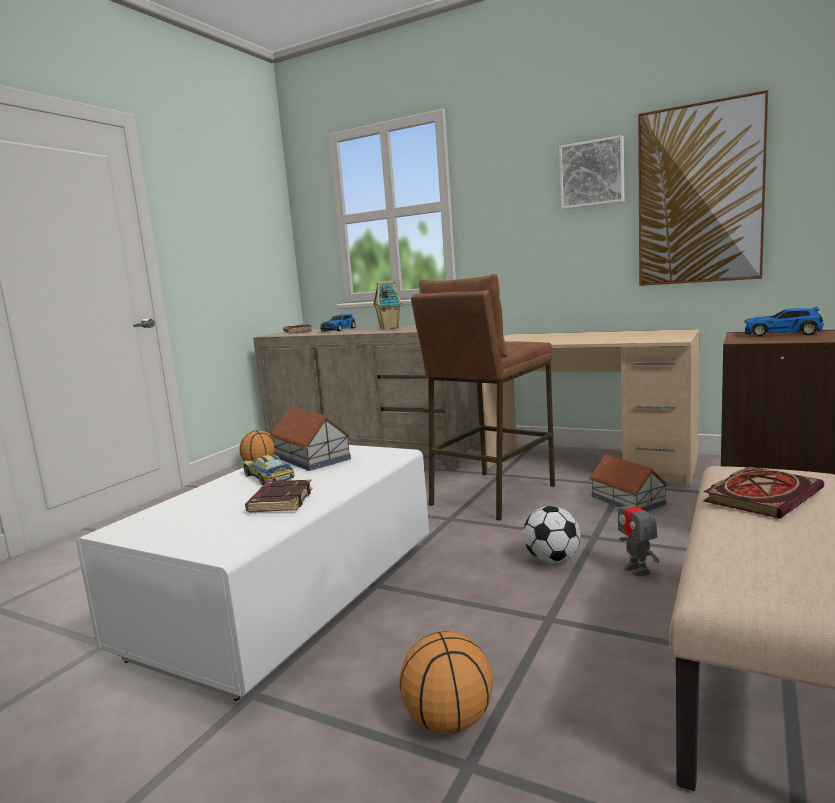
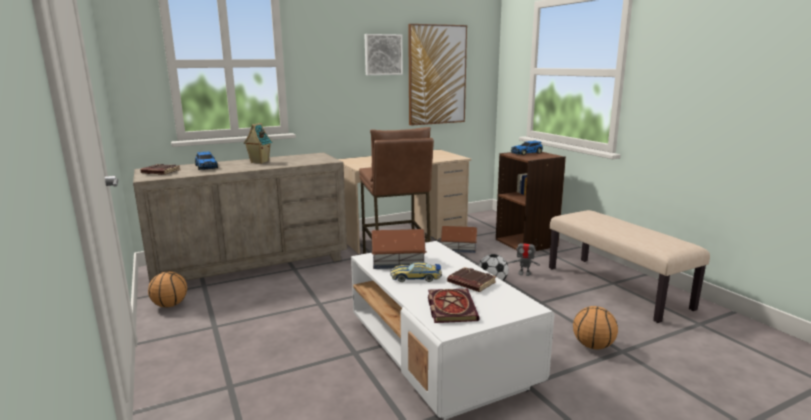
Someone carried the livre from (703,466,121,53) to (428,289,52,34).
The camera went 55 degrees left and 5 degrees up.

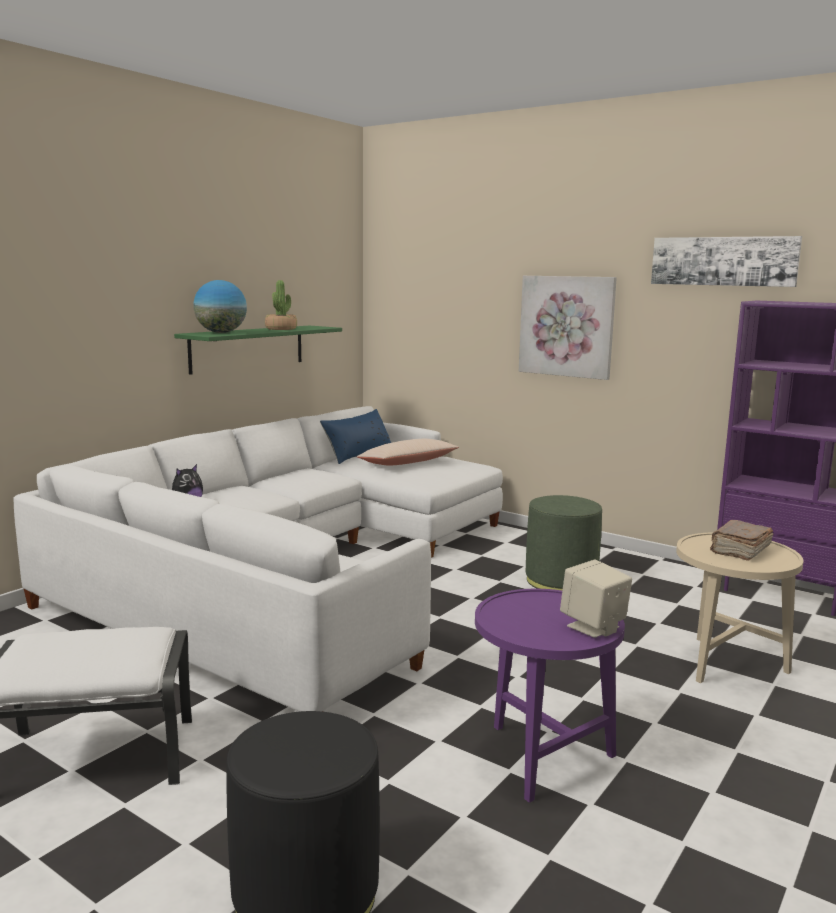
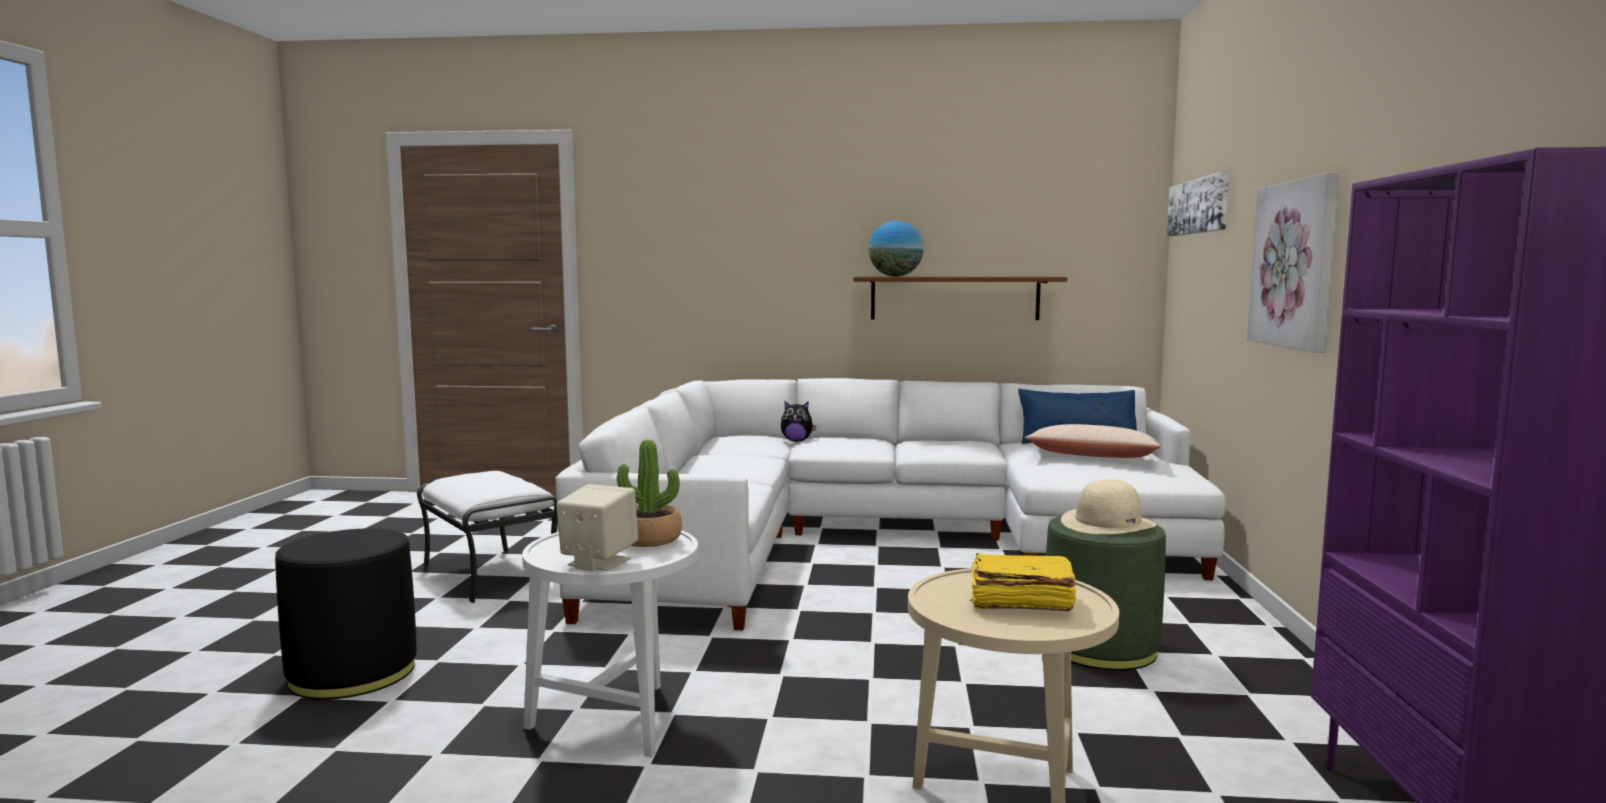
Someone carried the tableau from (651,236,151,51) to (1167,171,63,65).
Someone carried the plante en pot from (265,280,32,50) to (617,440,65,107).
Someone repainted the étagère [vert] at (174,326,168,49), which became the étagère [marron] at (853,277,214,43).
Someone repainted the livre [marron] at (710,520,63,41), which became the livre [jaune] at (970,553,106,58).
Someone repainted the table d'appoint [violet] at (475,589,150,214), which became the table d'appoint [blanc] at (522,530,176,228).
Someone put down the chapeau [beige] at (1061,479,95,55).
The camera went 60 degrees right and 5 degrees down.

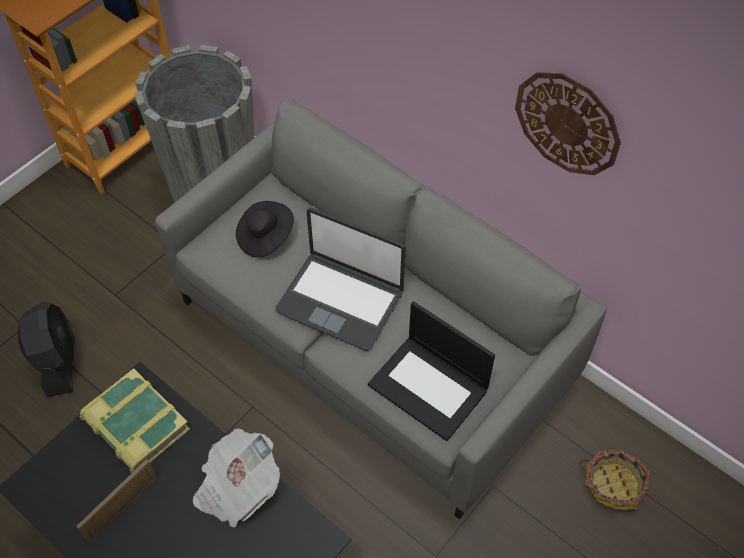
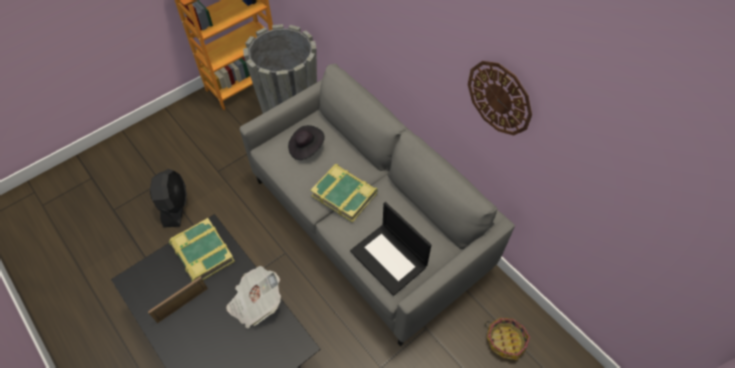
Someone swapped the ordinateur portable at (276,208,130,143) for the livre at (310,164,68,59).
The camera went 10 degrees right and 0 degrees up.

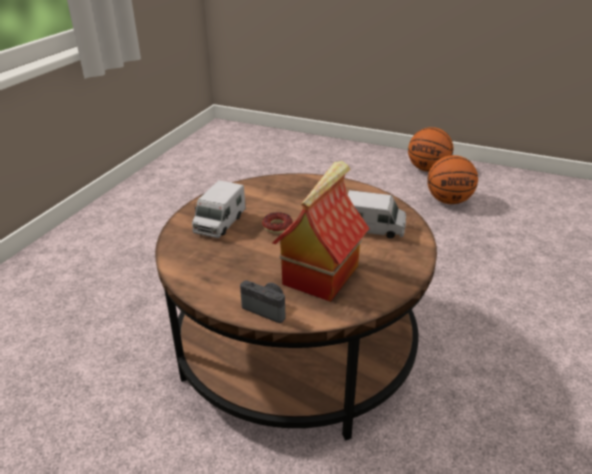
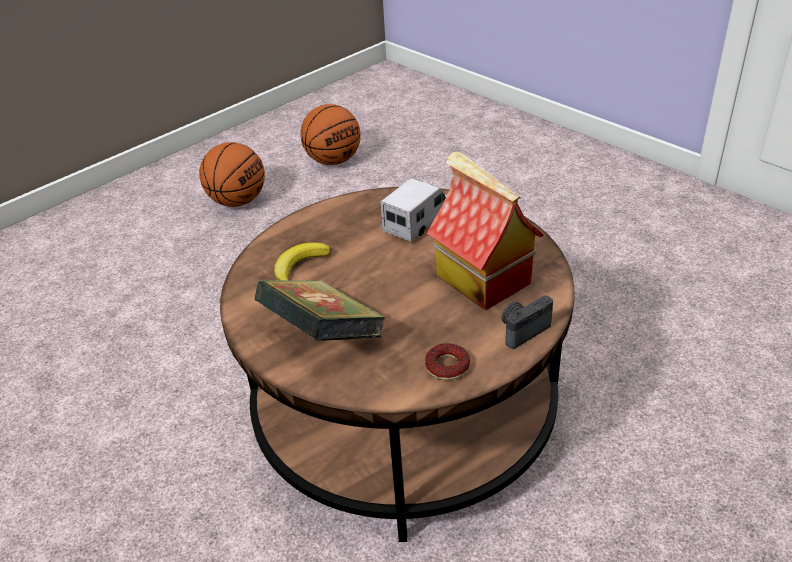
Someone carried the ballon de basket from (408,127,45,45) to (300,104,61,61).
Someone swapped the camion jouet at (192,180,54,58) for the livre at (254,280,133,61).
Someone carried the beignet from (262,212,31,22) to (425,343,45,37).
Someone put down the banane at (274,242,57,39).
The camera went 65 degrees left and 5 degrees up.

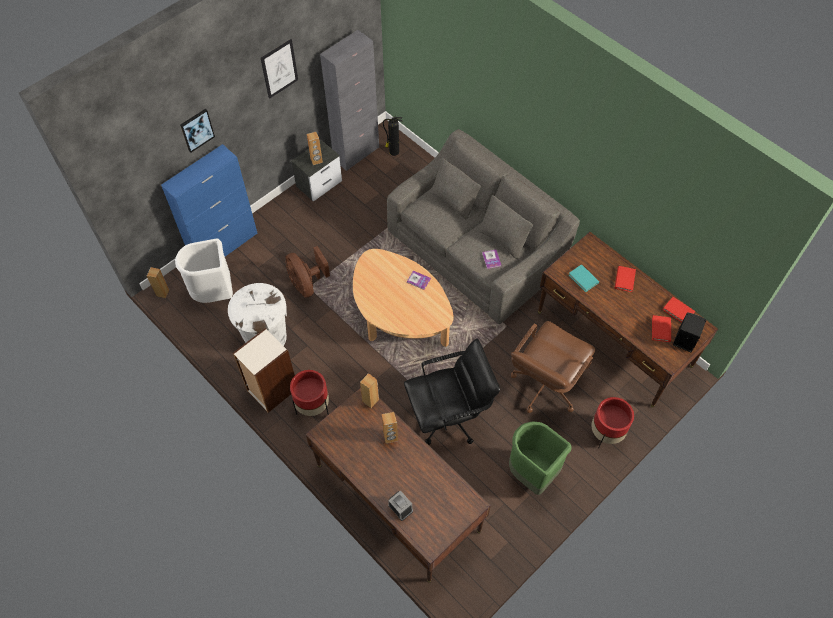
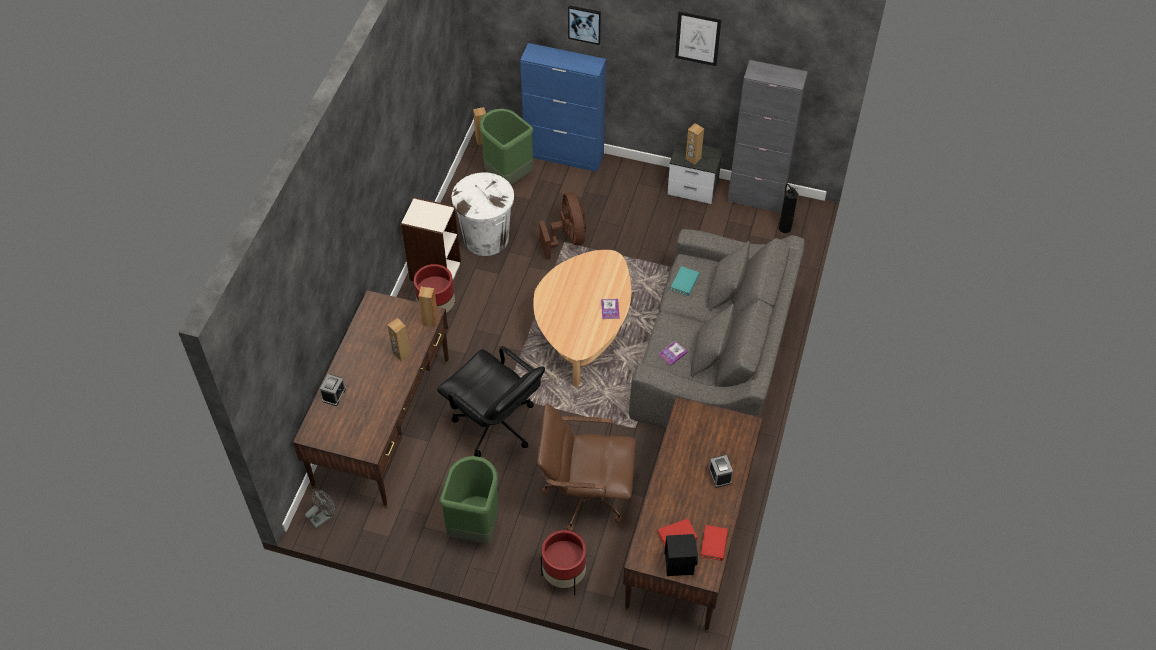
Someone repainted the poubelle [blanc] at (175,239,58,64), which became the poubelle [vert] at (479,109,55,76).
Someone rotated the ventilateur [marron] at (286,246,44,52) by 135 degrees clockwise.
Someone carried the livre [turquoise] from (569,264,30,28) to (671,266,28,30).
Someone swapped the livre [rouge] at (615,266,21,26) for the réveil at (709,455,24,33).
Someone put down the ventilateur [gris] at (305,490,30,39).
The camera went 60 degrees right and 5 degrees down.

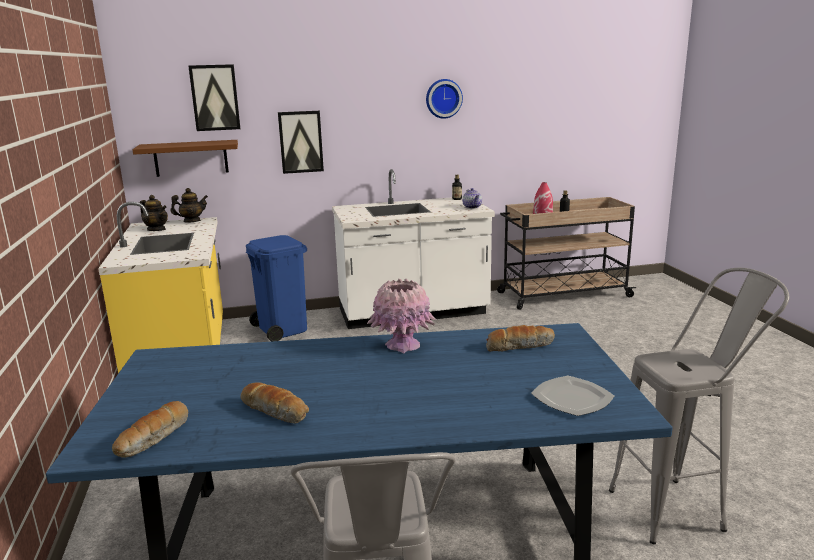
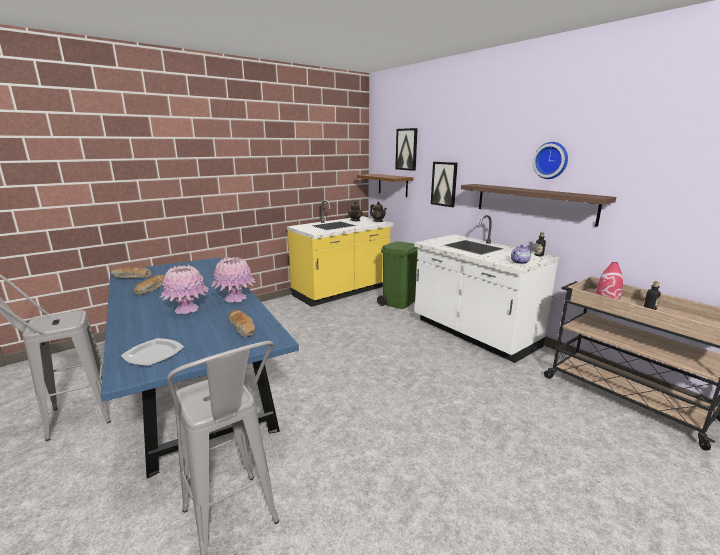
Someone repainted the poubelle [bleu] at (246,235,61,106), which became the poubelle [vert] at (377,241,41,68).
Someone put up the étagère at (461,184,155,43).
Someone put down the vase [rose] at (160,265,49,49).
The camera went 65 degrees right and 0 degrees up.

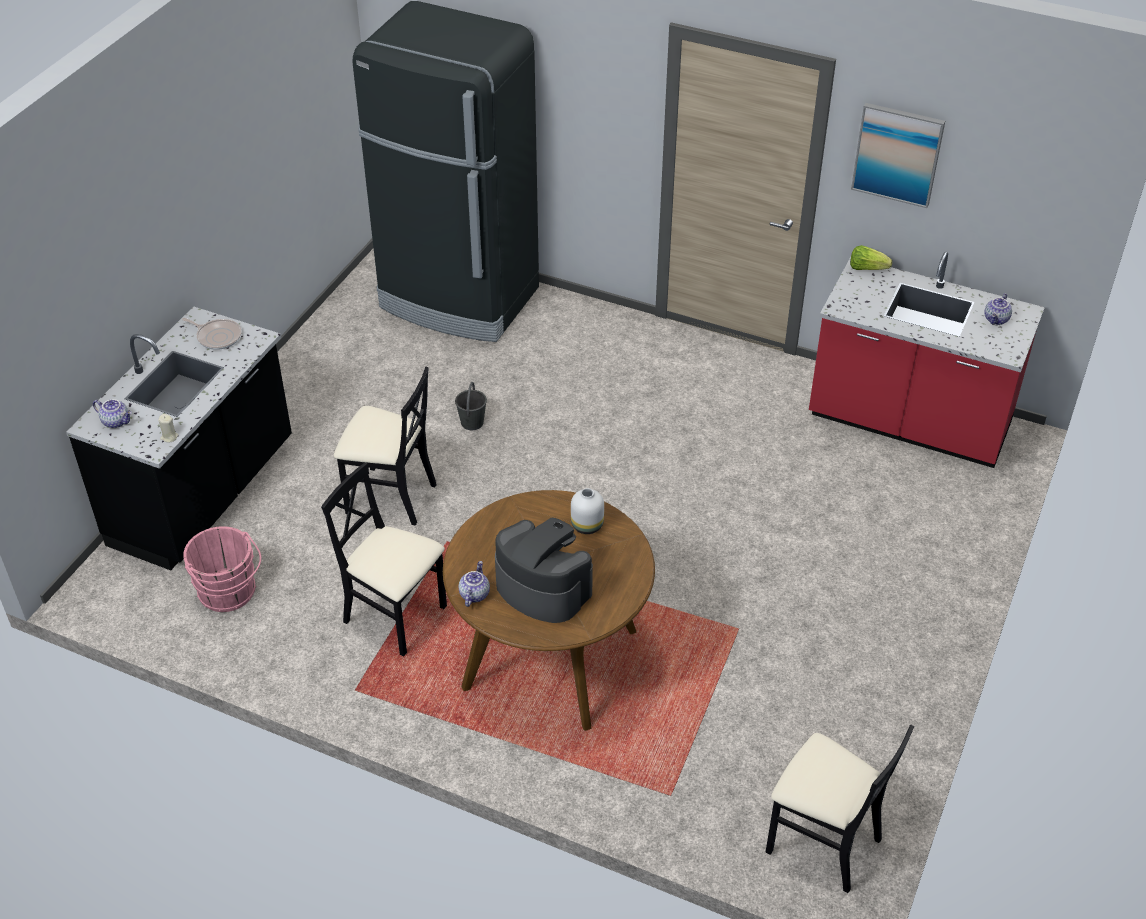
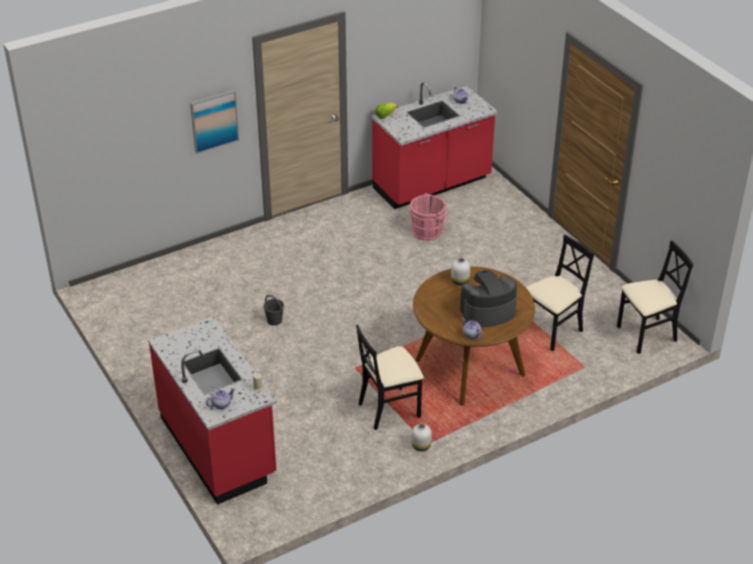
Someone took away the réfrigérateur [noir] at (353,1,186,341).
Someone carried the tableau from (851,103,94,105) to (190,90,49,64).
Someone repainted the comptoir de cuisine [noir] at (66,306,226,264), which became the comptoir de cuisine [rouge] at (148,316,129,189).
Someone took away the poêle at (182,318,60,32).
Someone carried the chaise [noir] from (334,367,103,159) to (526,235,68,116).
Someone carried the seau [rose] from (183,526,78,86) to (410,193,39,48).
Someone put down the vase [blanc] at (411,424,21,27).
The camera went 55 degrees left and 5 degrees down.

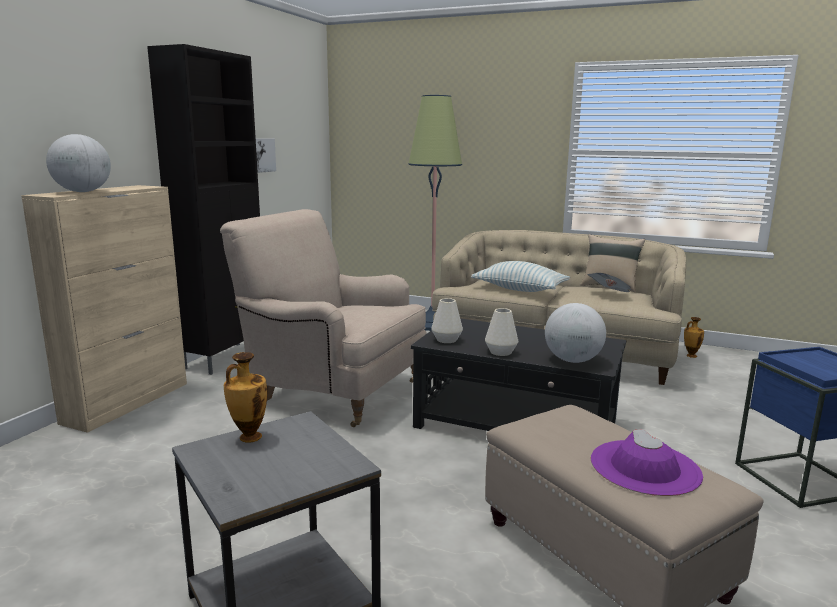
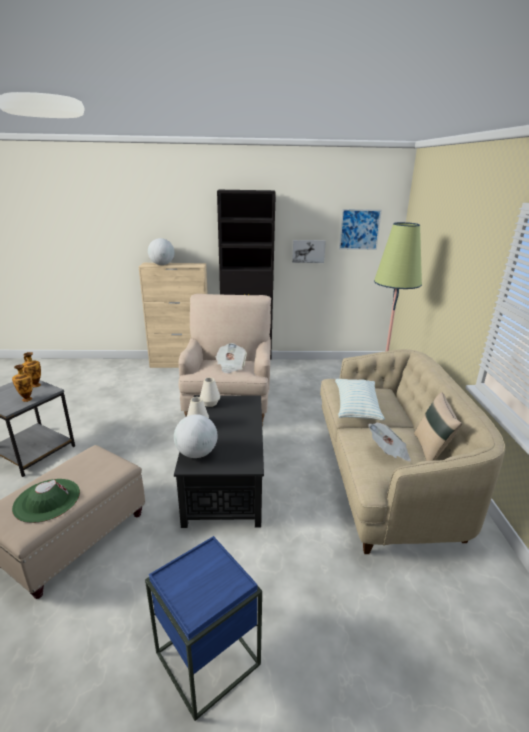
Someone carried the vase from (684,317,20,41) to (12,364,21,38).
Someone repainted the chapeau [violet] at (591,429,112,67), which became the chapeau [vert] at (12,479,68,44).
Someone put up the tableau at (339,209,43,41).
Someone put down the journal at (215,343,32,30).
The camera went 65 degrees right and 10 degrees up.

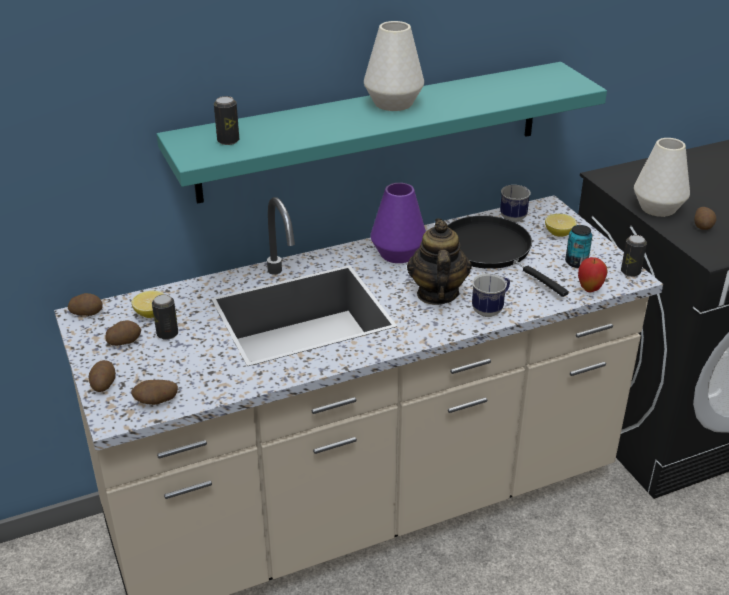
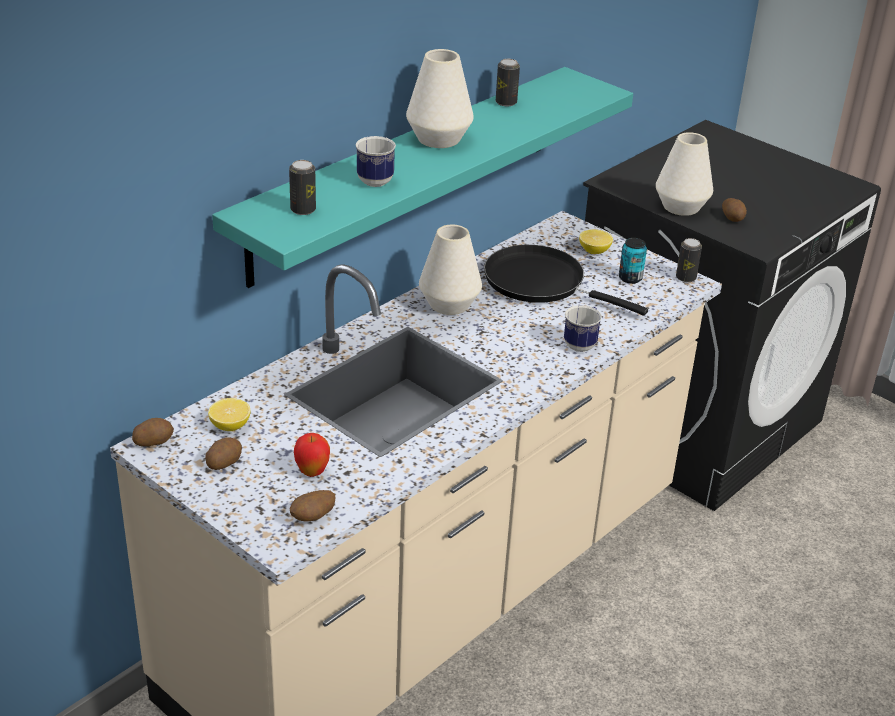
Someone repainted the vase [violet] at (371,183,55,80), which became the vase [blanc] at (419,225,63,90).
Someone carried the mug from (500,185,31,37) to (356,136,40,51).
Someone took away the théière at (407,219,65,86).
Someone carried the pomme from (578,257,30,35) to (294,433,36,44).
Someone carried the boîte métallique from (152,294,26,46) to (496,59,24,47).
Someone took away the pomme de terre at (89,360,27,32).
The camera went 25 degrees left and 0 degrees up.

